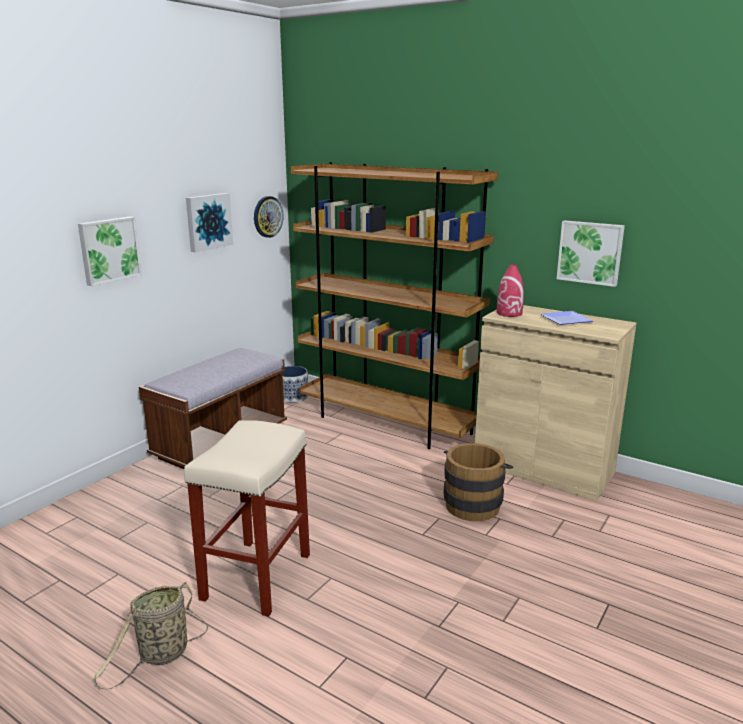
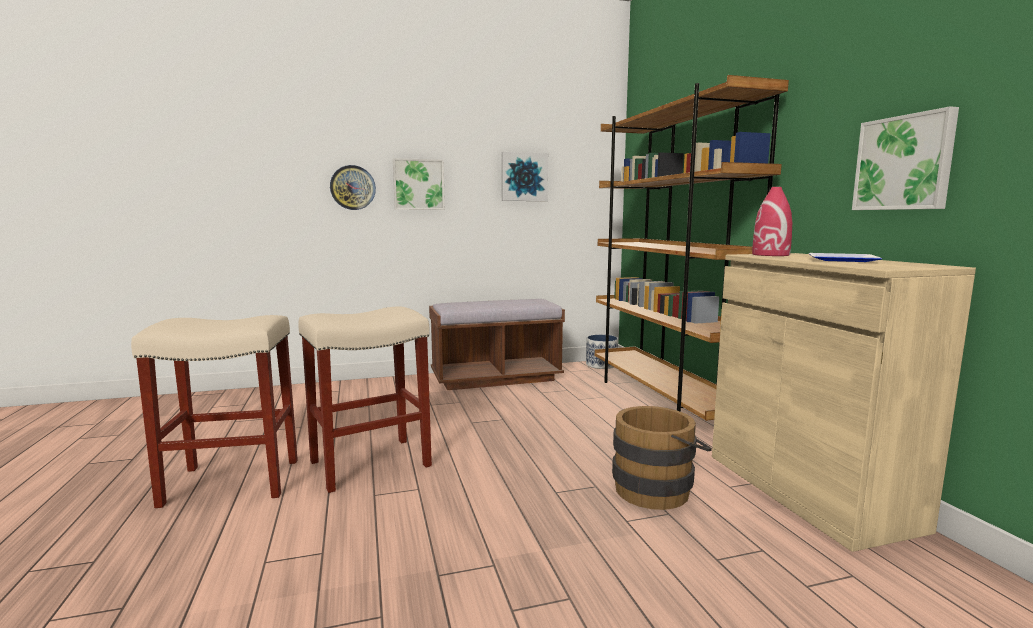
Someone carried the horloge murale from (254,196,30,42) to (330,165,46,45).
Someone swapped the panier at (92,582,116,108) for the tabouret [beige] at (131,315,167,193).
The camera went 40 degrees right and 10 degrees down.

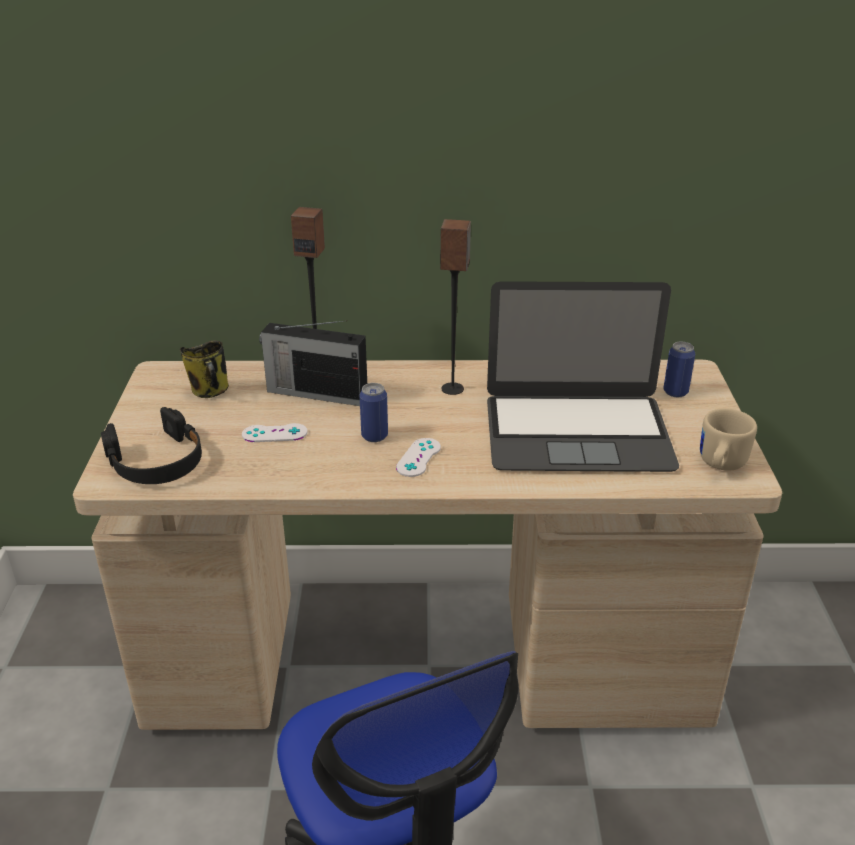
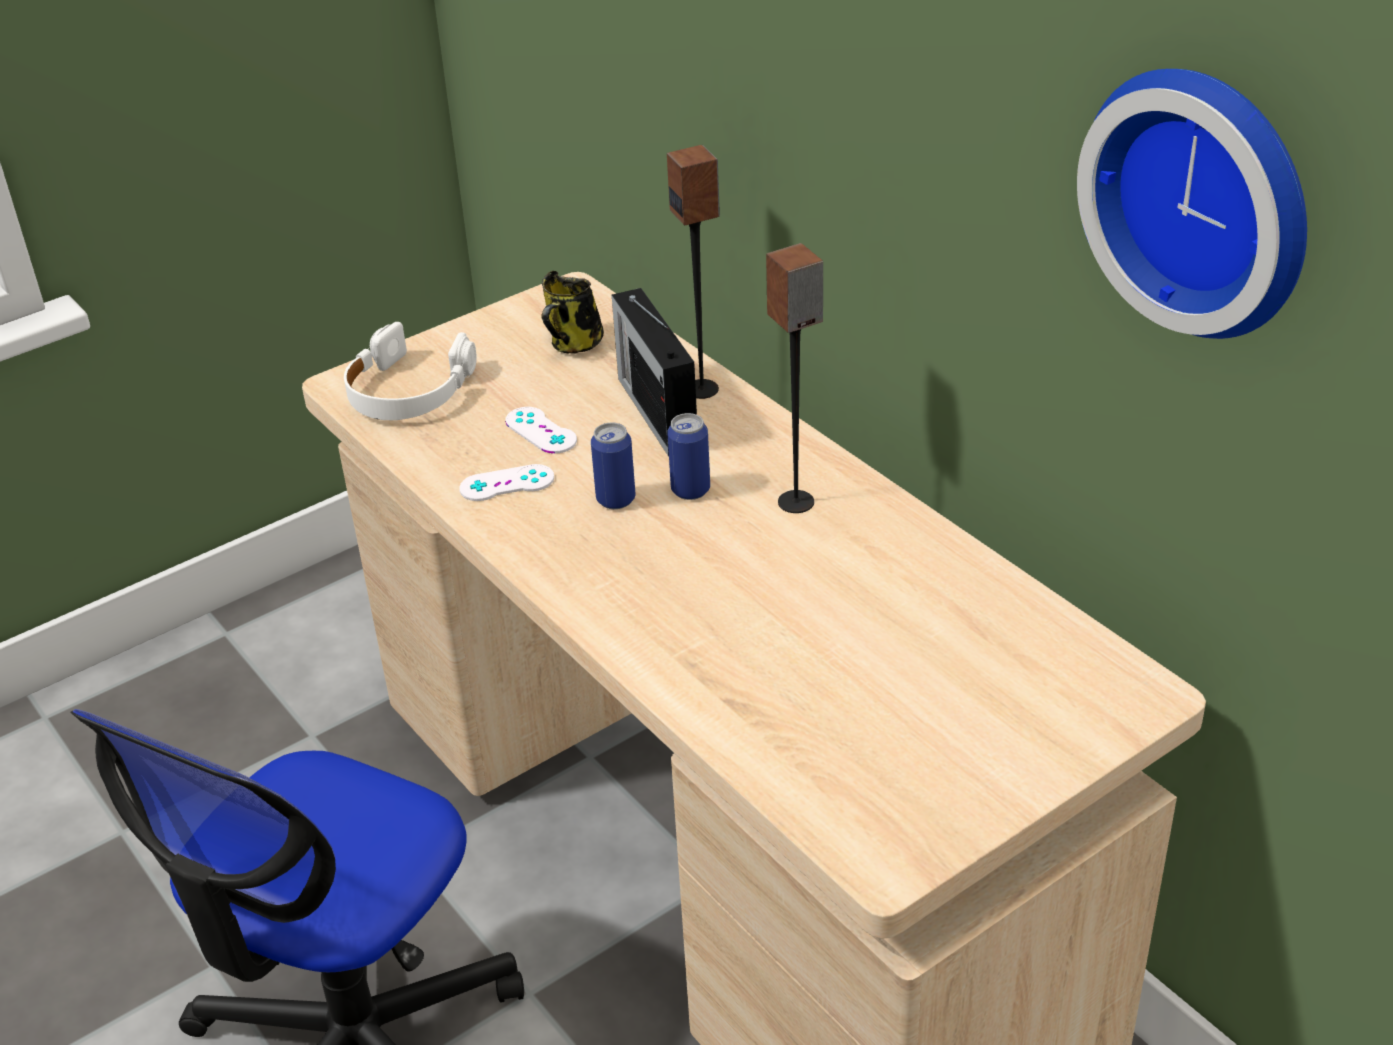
Someone took away the ordinateur portable at (487,281,192,191).
Someone carried the boîte métallique from (664,341,31,56) to (667,413,43,87).
Someone repainted the casque audio [noir] at (101,407,101,77), which became the casque audio [blanc] at (344,322,133,98).
Someone took away the mug [beige] at (700,408,57,63).
Someone carried the manette [blanc] from (396,438,45,39) to (459,464,95,37).
Someone put up the horloge murale at (1077,69,230,270).
The camera went 55 degrees right and 5 degrees up.

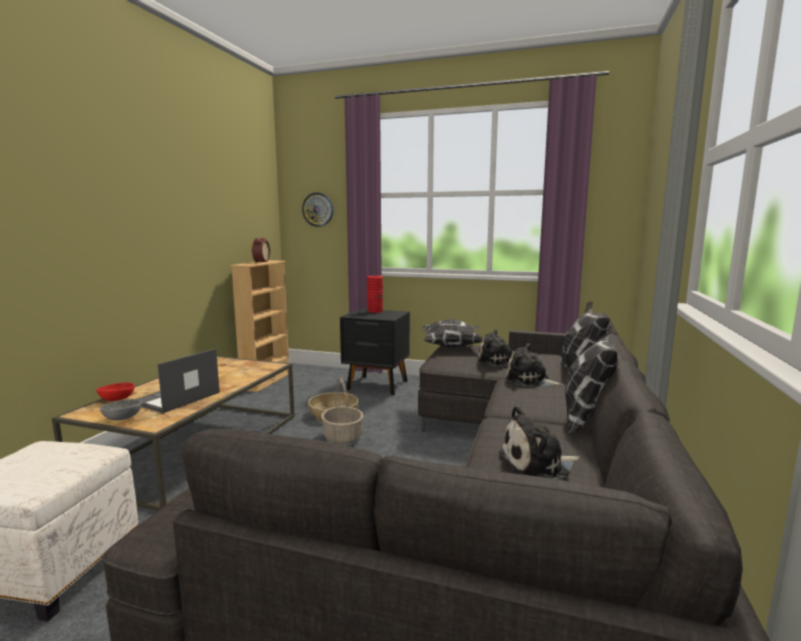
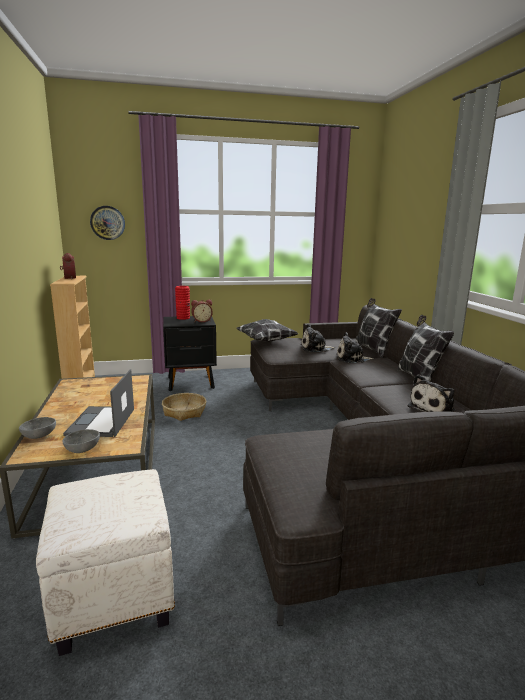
Someone took away the panier at (321,377,42,67).
Someone repainted the bol [rouge] at (97,382,38,19), which became the bol [gris] at (19,417,37,22).
Someone put down the réveil at (191,300,22,22).
The camera went 30 degrees left and 5 degrees up.

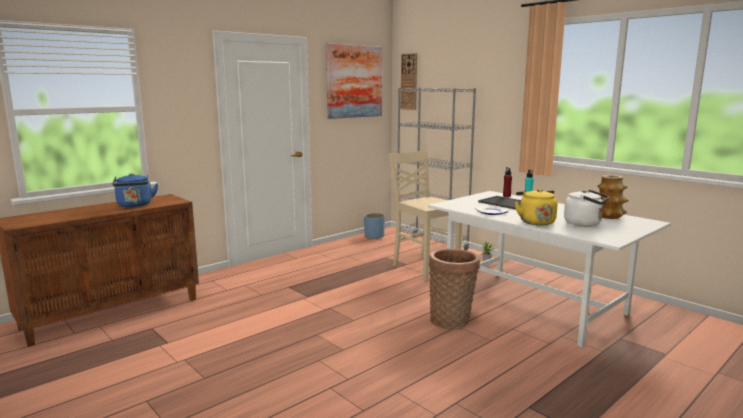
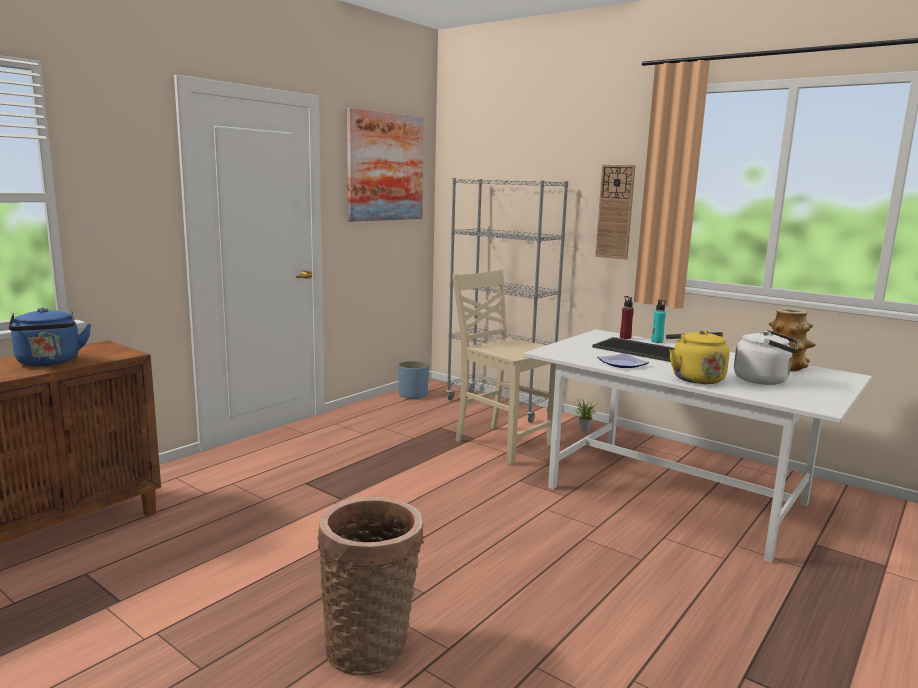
Someone carried the horloge murale from (401,53,16,57) to (595,165,41,95).
Someone carried the panier from (429,249,51,80) to (317,497,107,179).
The camera went 10 degrees left and 0 degrees up.

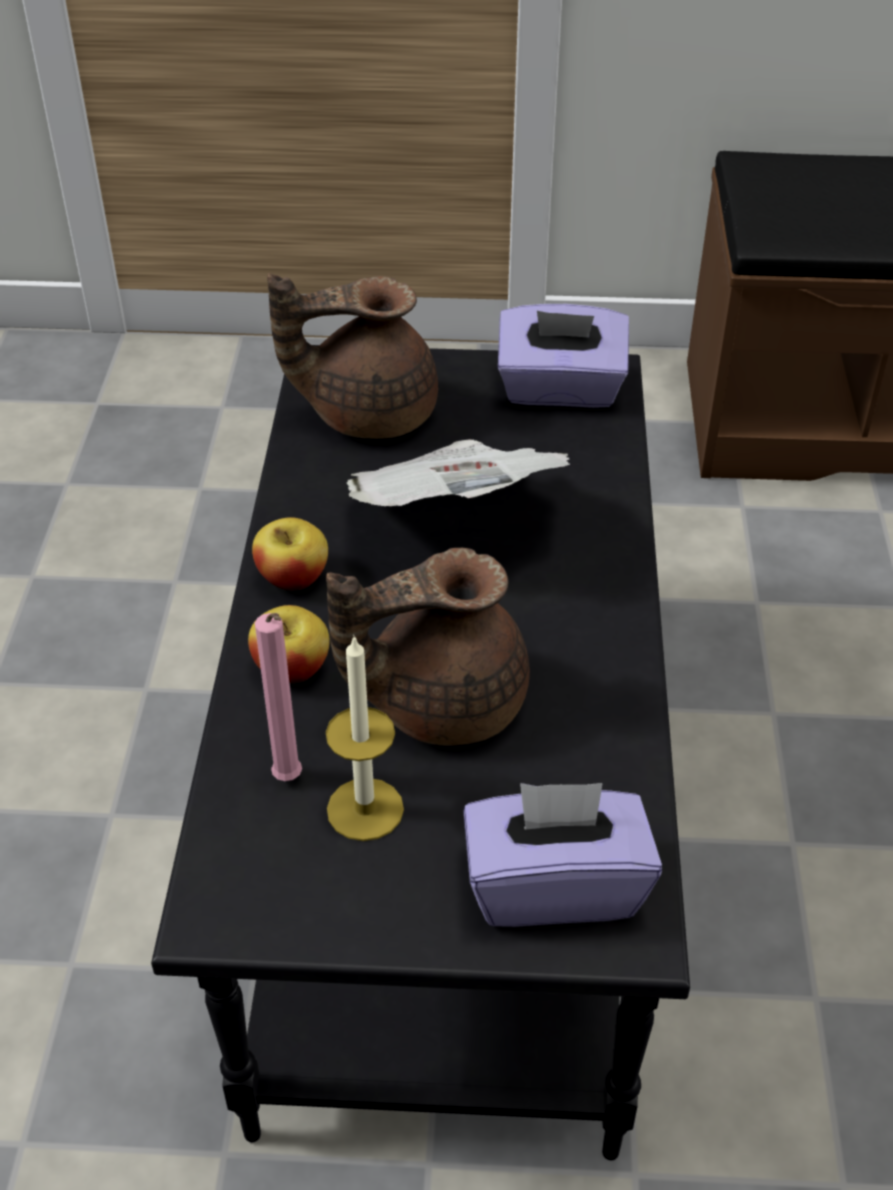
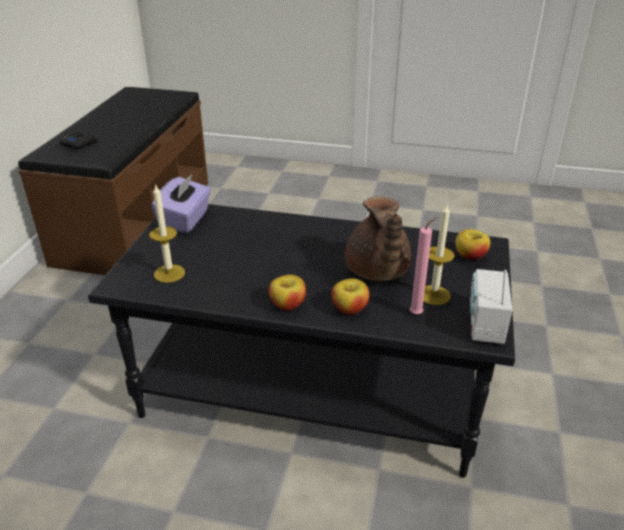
Someone swapped the théière [marron] at (267,273,171,166) for the bougie at (149,184,36,99).
Someone took away the journal at (346,439,224,67).
Someone swapped the boîte à mouchoirs [violet] at (463,783,199,144) for the pomme at (455,229,35,32).
Someone put down the manette [noir] at (60,131,37,18).
Someone put down the radio at (470,269,42,75).
The camera went 80 degrees left and 10 degrees down.

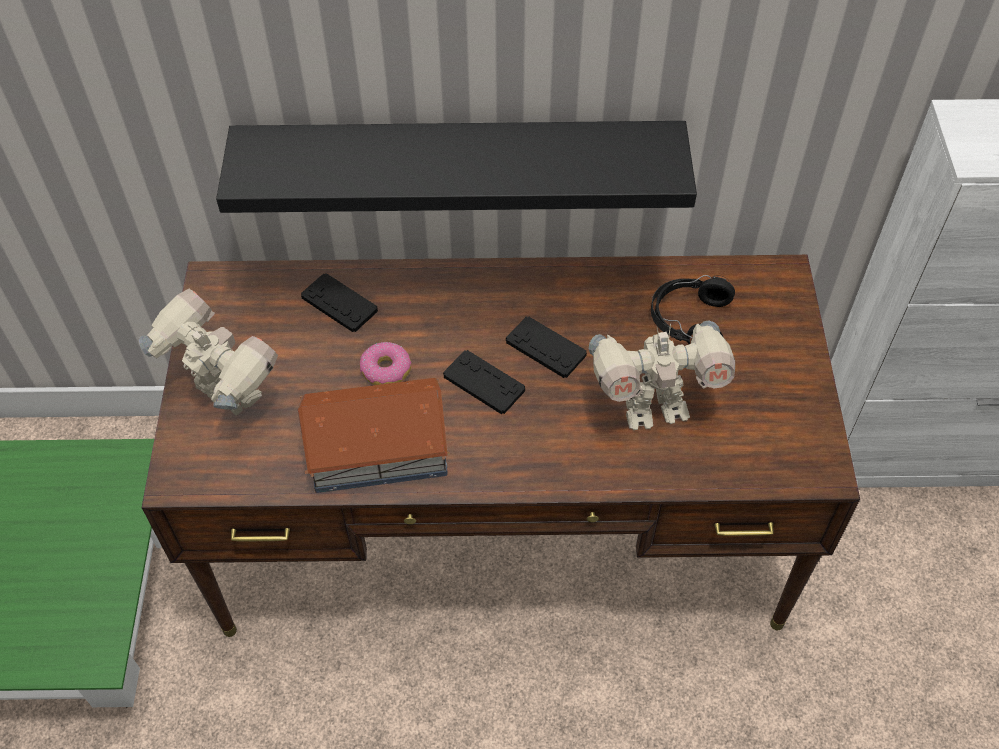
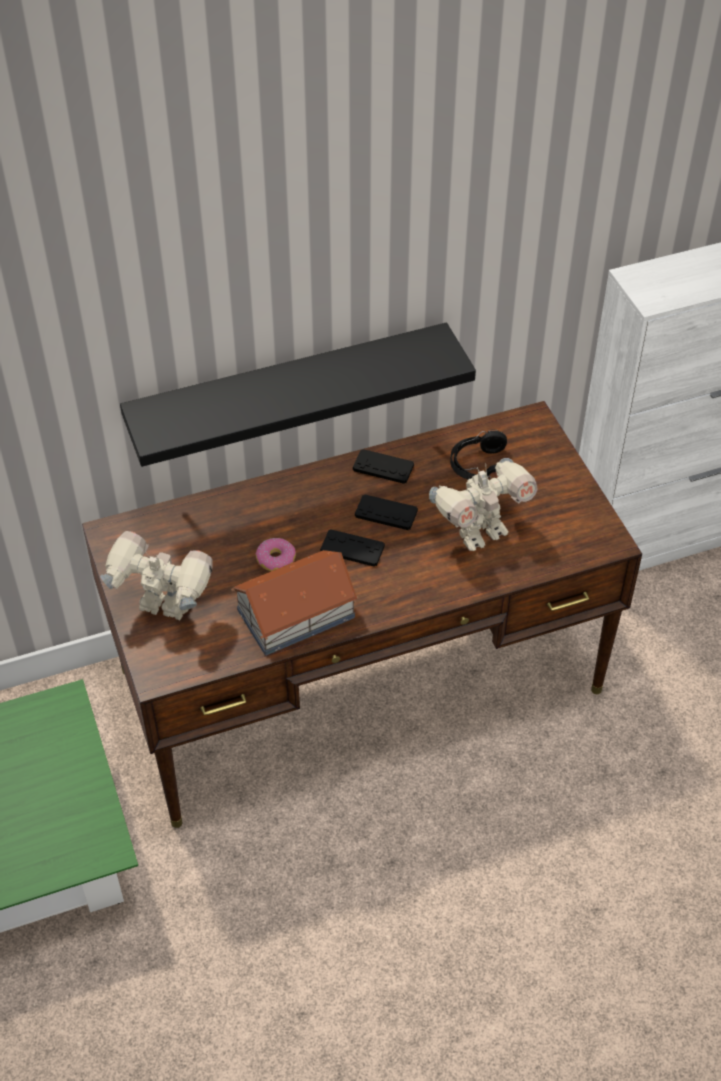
Someone carried the manette [noir] from (301,273,77,59) to (353,449,61,35).
The camera went 20 degrees left and 5 degrees down.

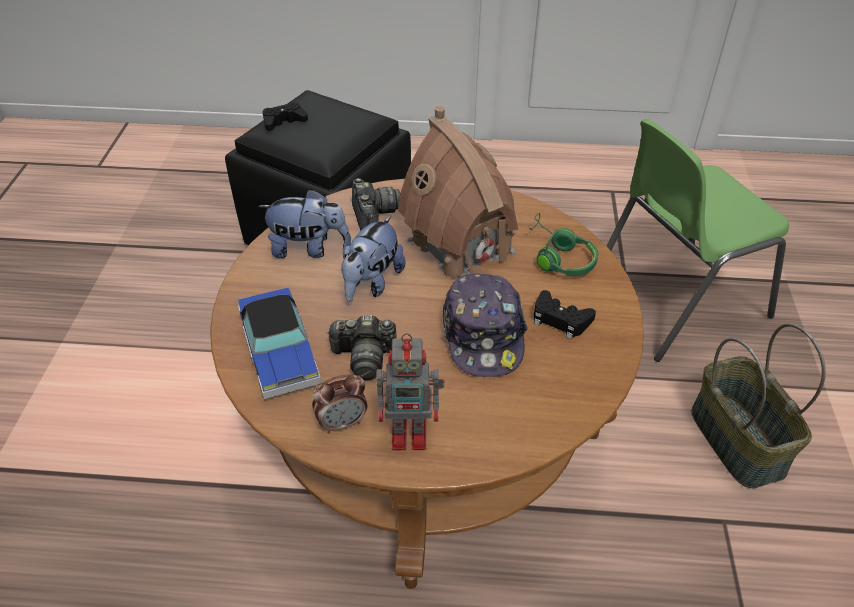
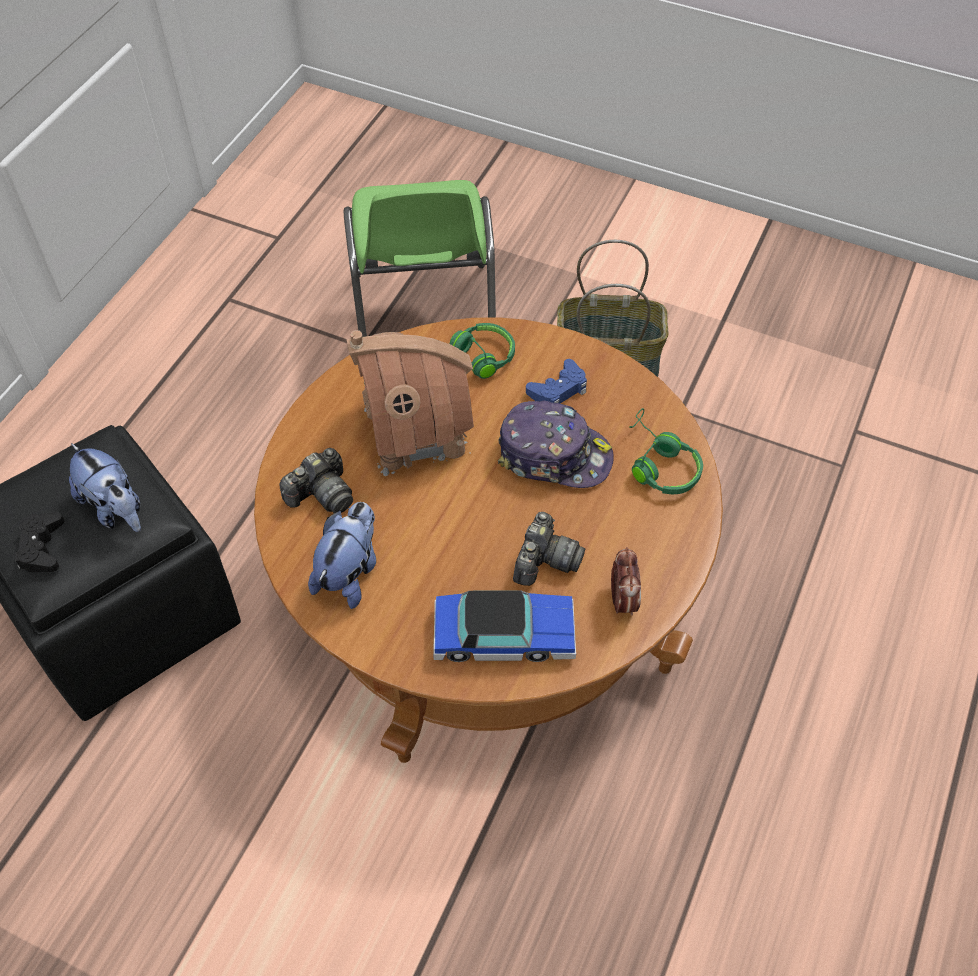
Someone rotated the appareil photo at (352,178,48,53) by 135 degrees clockwise.
Someone carried the peluche from (341,216,64,86) to (69,443,72,89).
Someone repainted the manette [noir] at (534,290,62,49), which became the manette [bleu] at (526,359,61,45).
Someone took away the robot jouet at (376,333,68,117).
Someone put down the casque audio [vert] at (629,408,74,86).
The camera went 70 degrees left and 10 degrees up.

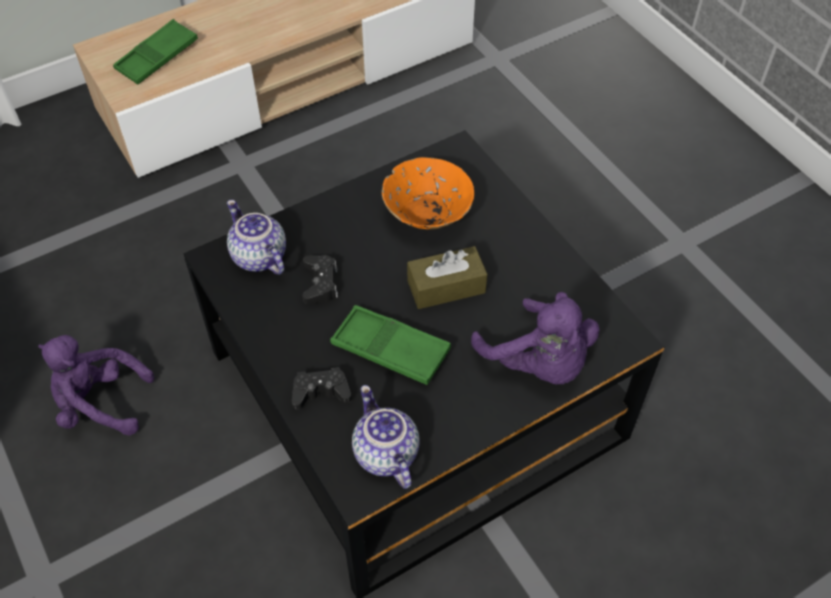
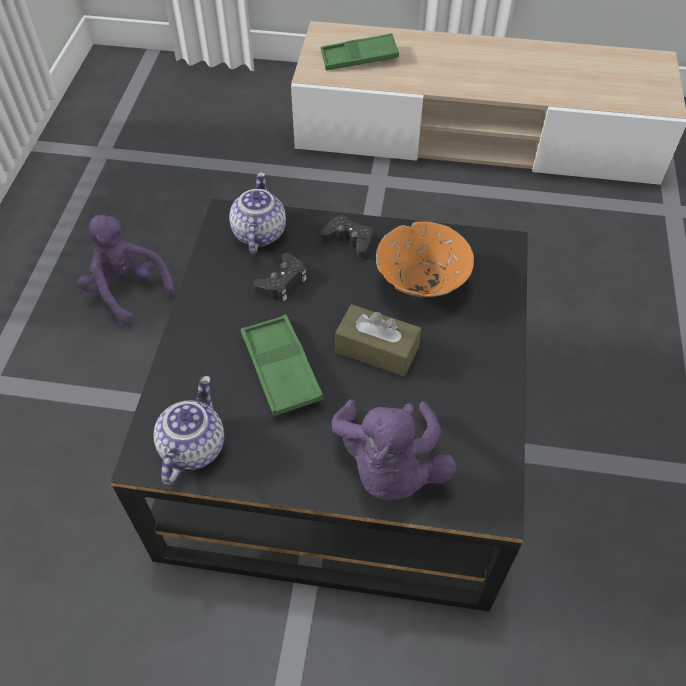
Someone carried the manette [noir] from (292,367,60,43) to (320,215,53,42).
The camera went 40 degrees right and 0 degrees up.

